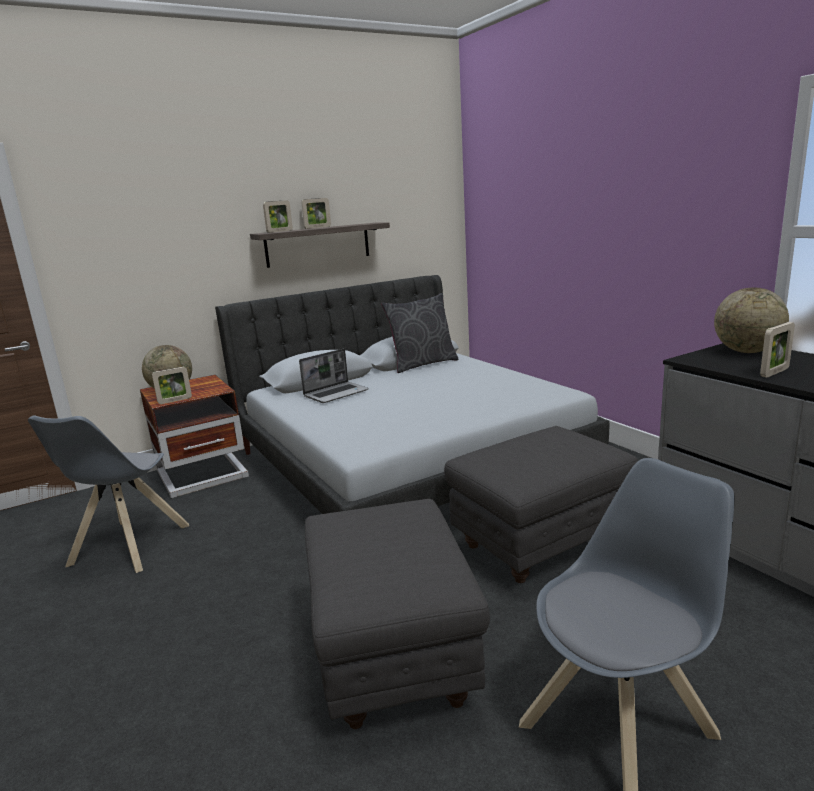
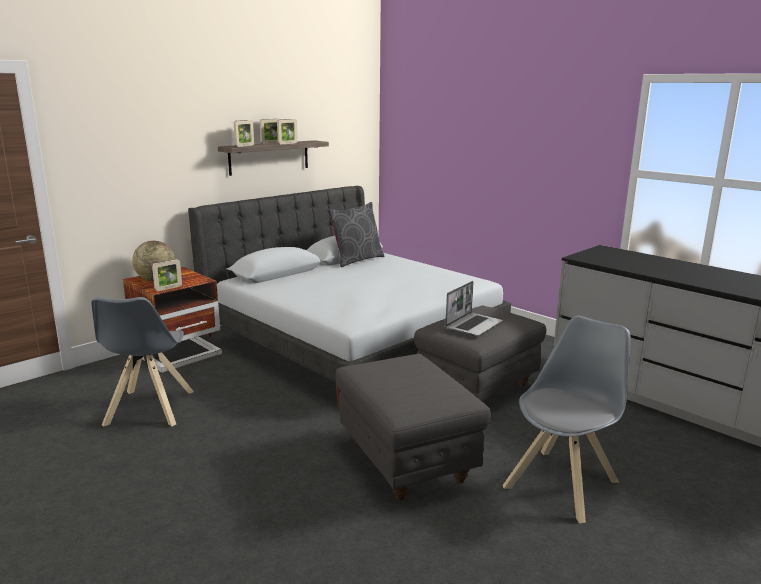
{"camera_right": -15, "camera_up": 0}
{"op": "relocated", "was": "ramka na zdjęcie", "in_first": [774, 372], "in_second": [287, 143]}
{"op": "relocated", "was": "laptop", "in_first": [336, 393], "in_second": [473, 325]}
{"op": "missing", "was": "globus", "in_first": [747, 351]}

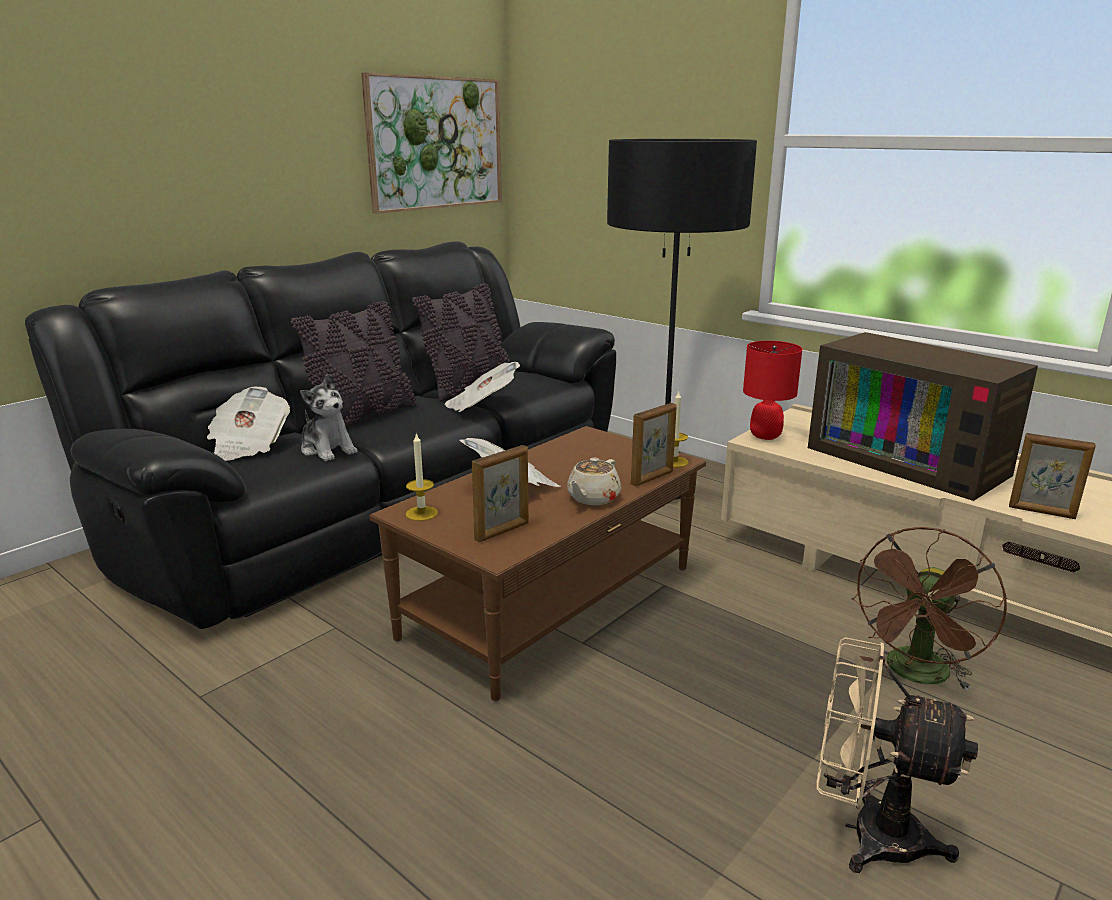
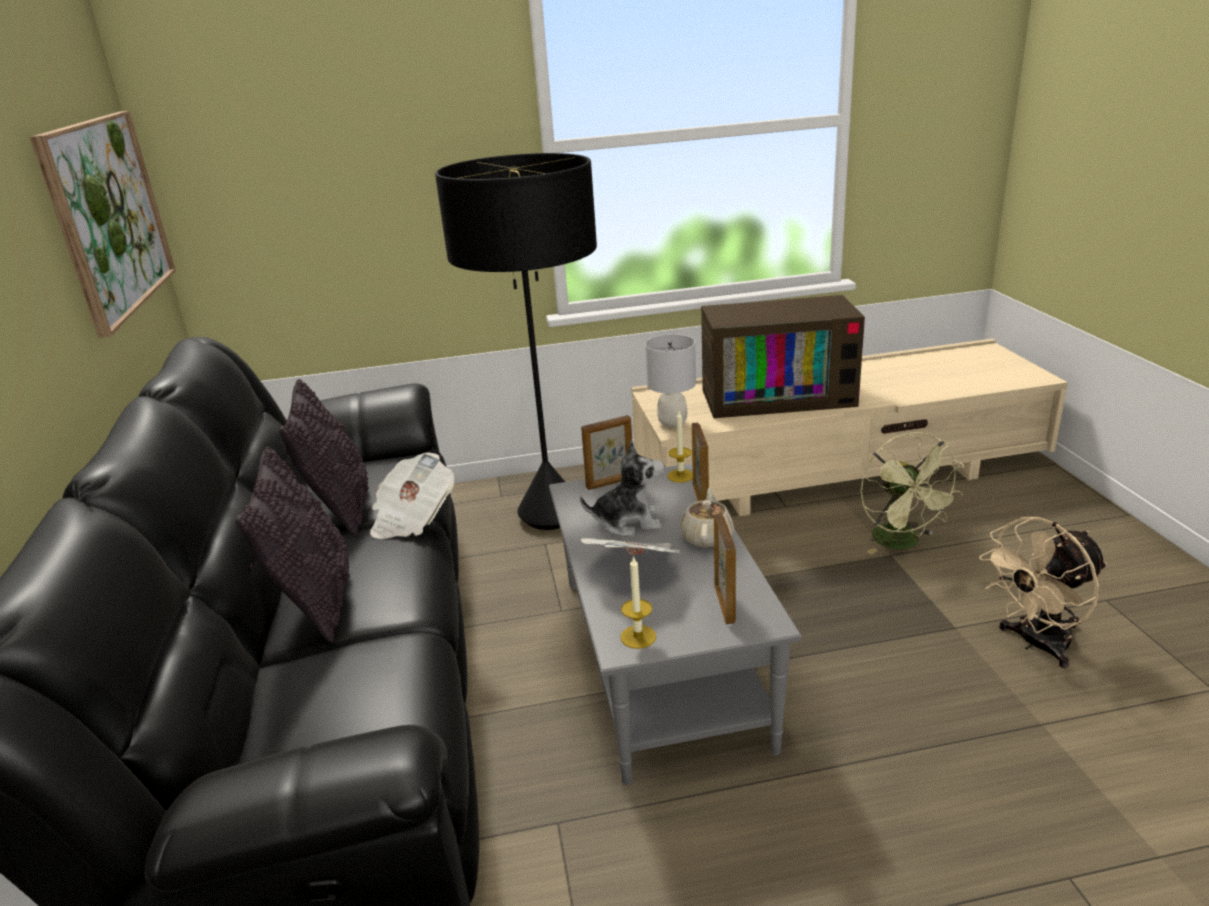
{"camera_right": -50, "camera_up": 5}
{"op": "colour", "was": "ława/brązowy", "now": "ława/szary", "in_first": [551, 601], "in_second": [660, 657]}
{"op": "relocated", "was": "pluszak", "in_first": [328, 449], "in_second": [628, 522]}
{"op": "relocated", "was": "ramka na zdjęcie", "in_first": [1042, 512], "in_second": [610, 483]}
{"op": "colour", "was": "lampa stołowa/czerwony", "now": "lampa stołowa/szary", "in_first": [764, 437], "in_second": [673, 424]}
{"op": "spun", "was": "imbryk/beżowy", "in_first": [592, 498], "in_second": [707, 537], "clockwise": -150}
{"op": "colour", "was": "wentylator/brązowy", "now": "wentylator/zielony", "in_first": [916, 675], "in_second": [903, 543]}
{"op": "missing", "was": "gazeta", "in_first": [248, 445]}

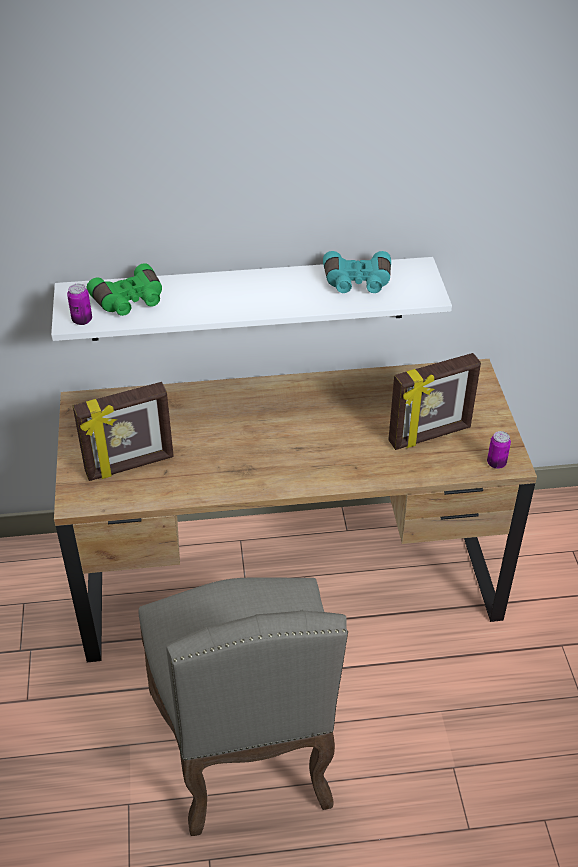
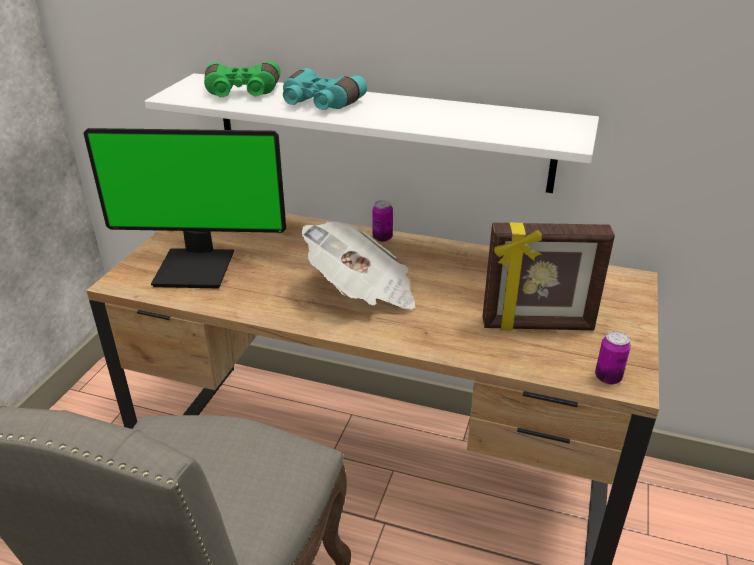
{"camera_right": 25, "camera_up": -10}
{"op": "exchanged", "was": "ramka na zdjęcie", "now": "monitor", "in_first": [130, 466], "in_second": [197, 267]}
{"op": "relocated", "was": "lornetka/turkusowy", "in_first": [357, 283], "in_second": [319, 104]}
{"op": "appeared", "now": "gazeta", "in_second": [362, 291]}
{"op": "relocated", "was": "puszka", "in_first": [82, 320], "in_second": [382, 238]}

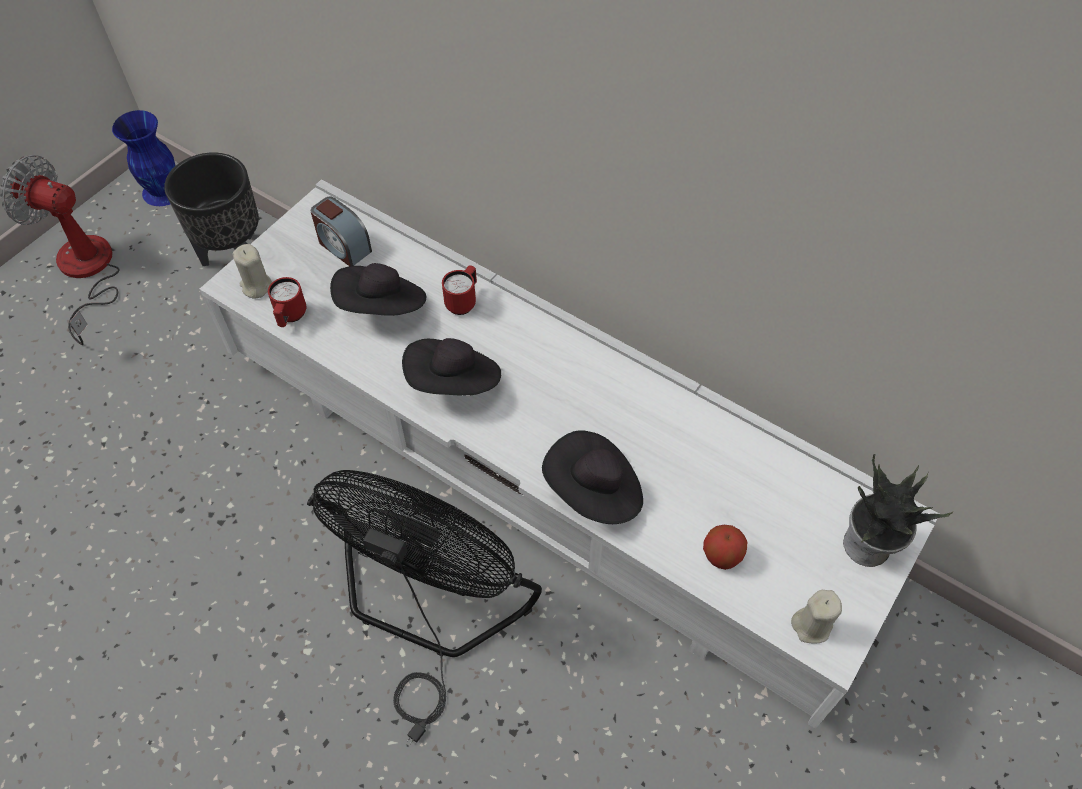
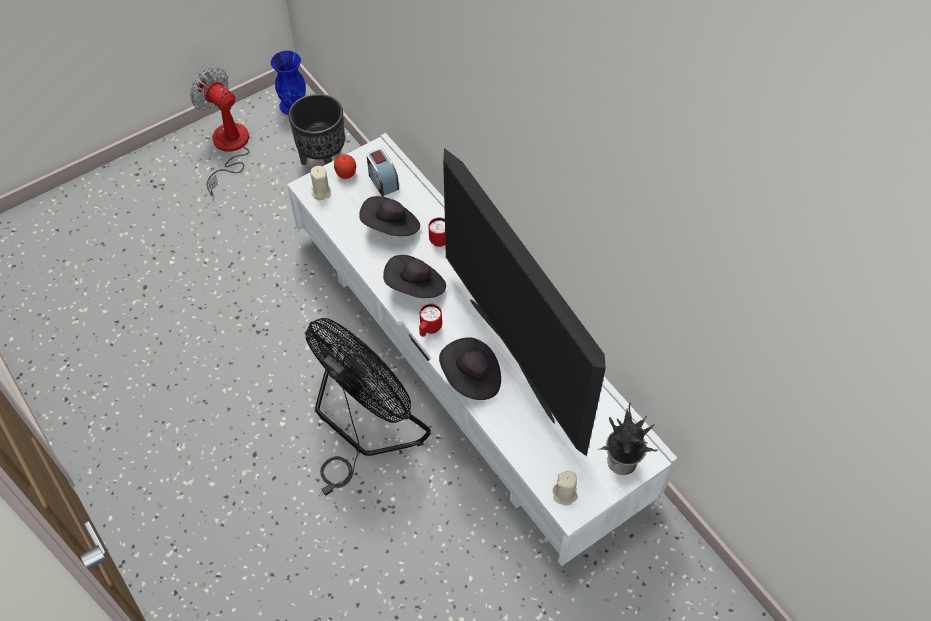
{"camera_right": 20, "camera_up": 0}
{"op": "relocated", "was": "jabłko", "in_first": [721, 555], "in_second": [346, 174]}
{"op": "relocated", "was": "kubek/czerwony", "in_first": [290, 317], "in_second": [429, 329]}
{"op": "appeared", "now": "telewizor", "in_second": [513, 358]}

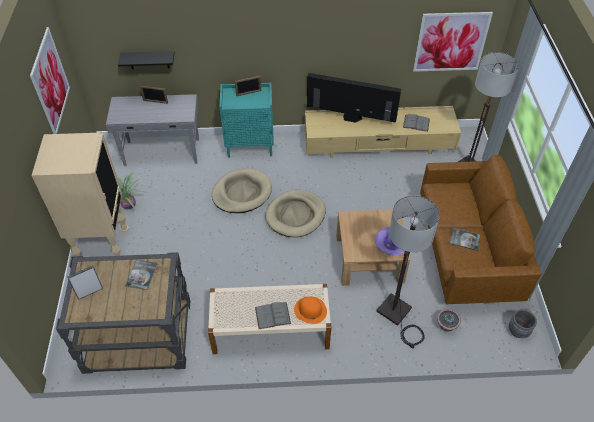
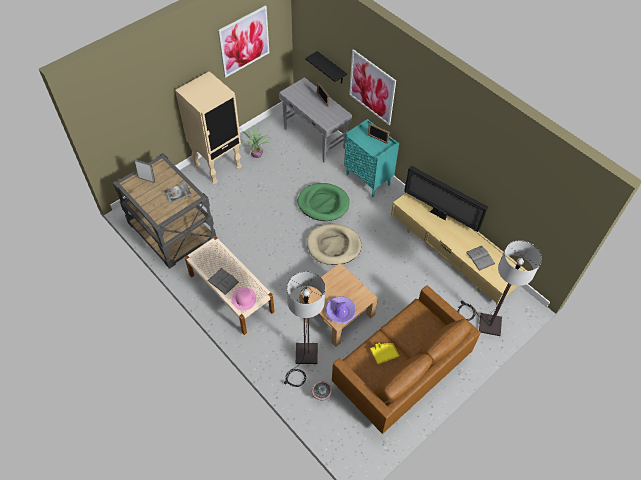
{"camera_right": 50, "camera_up": 5}
{"op": "colour", "was": "kapelusz/pomarańczowy", "now": "kapelusz/różowy", "in_first": [310, 310], "in_second": [244, 298]}
{"op": "colour", "was": "legowisko/beżowy", "now": "legowisko/zielony", "in_first": [242, 193], "in_second": [323, 203]}
{"op": "relocated", "was": "obraz", "in_first": [451, 42], "in_second": [372, 87]}
{"op": "exchanged", "was": "książka", "now": "taca/żółty", "in_first": [464, 239], "in_second": [384, 354]}
{"op": "spun", "was": "telewizor", "in_first": [350, 119], "in_second": [439, 215], "clockwise": 150}
{"op": "missing", "was": "donica/szary", "in_first": [518, 331]}

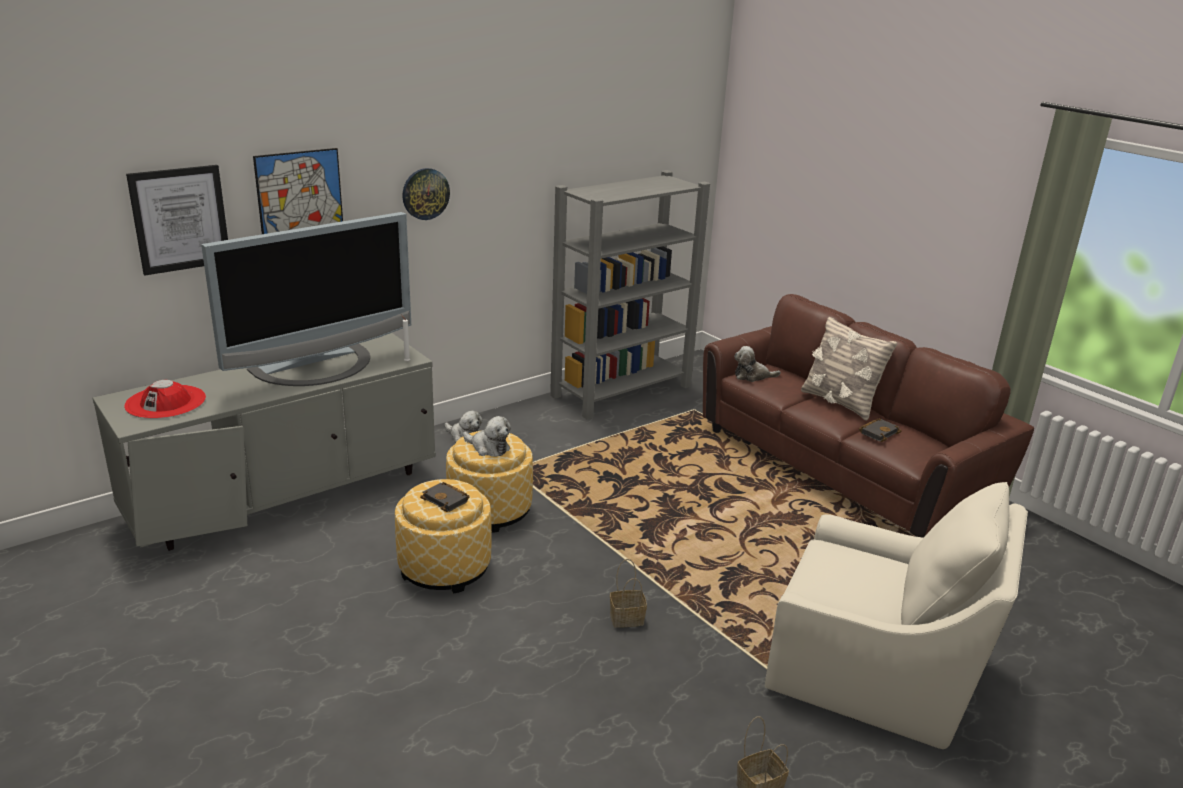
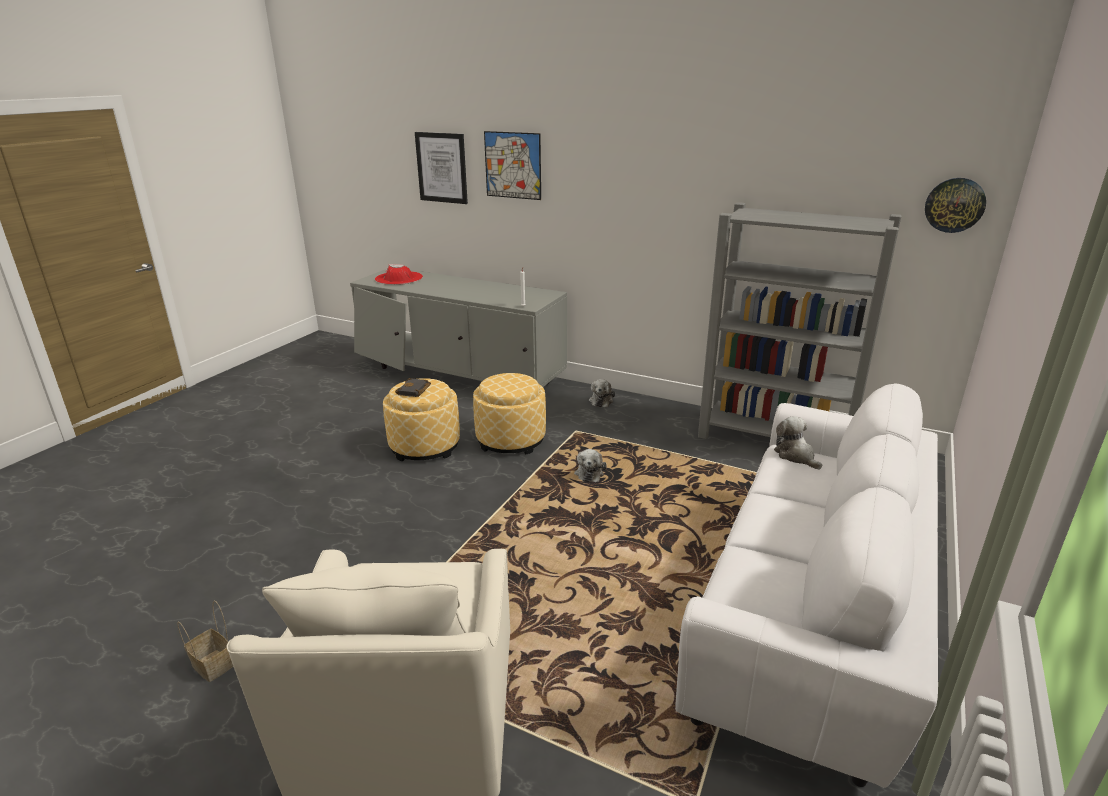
{"camera_right": 65, "camera_up": 0}
{"op": "relocated", "was": "pluszak", "in_first": [488, 448], "in_second": [589, 473]}
{"op": "colour", "was": "kanapa/brązowy", "now": "kanapa/biały", "in_first": [842, 469], "in_second": [812, 614]}
{"op": "relocated", "was": "zegar ścienny", "in_first": [425, 193], "in_second": [954, 205]}
{"op": "missing", "was": "telewizor", "in_first": [318, 367]}
{"op": "missing", "was": "koszyk", "in_first": [625, 619]}
{"op": "missing", "was": "poduszka/beżowy", "in_first": [839, 403]}
{"op": "missing", "was": "książka/czarny", "in_first": [878, 432]}

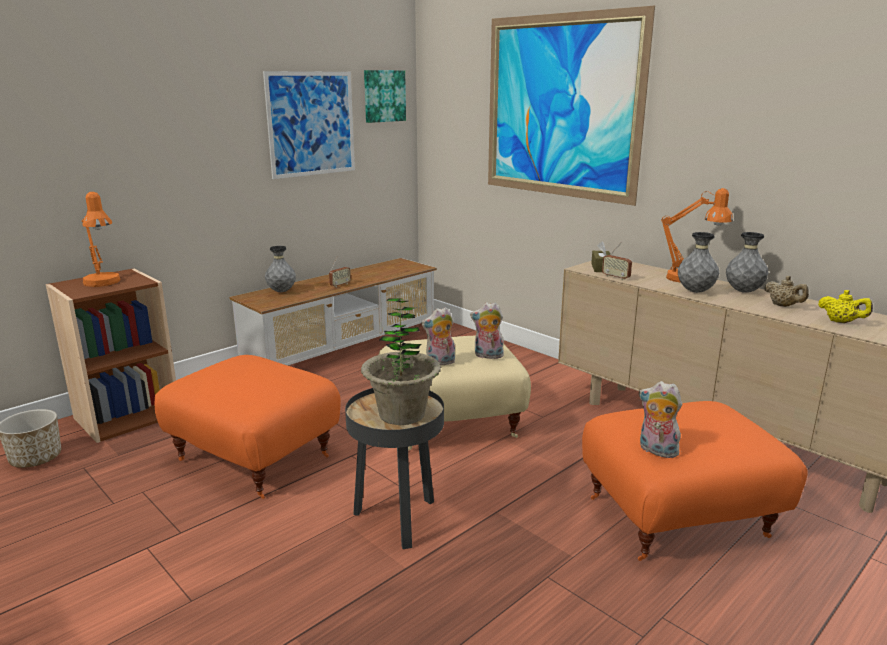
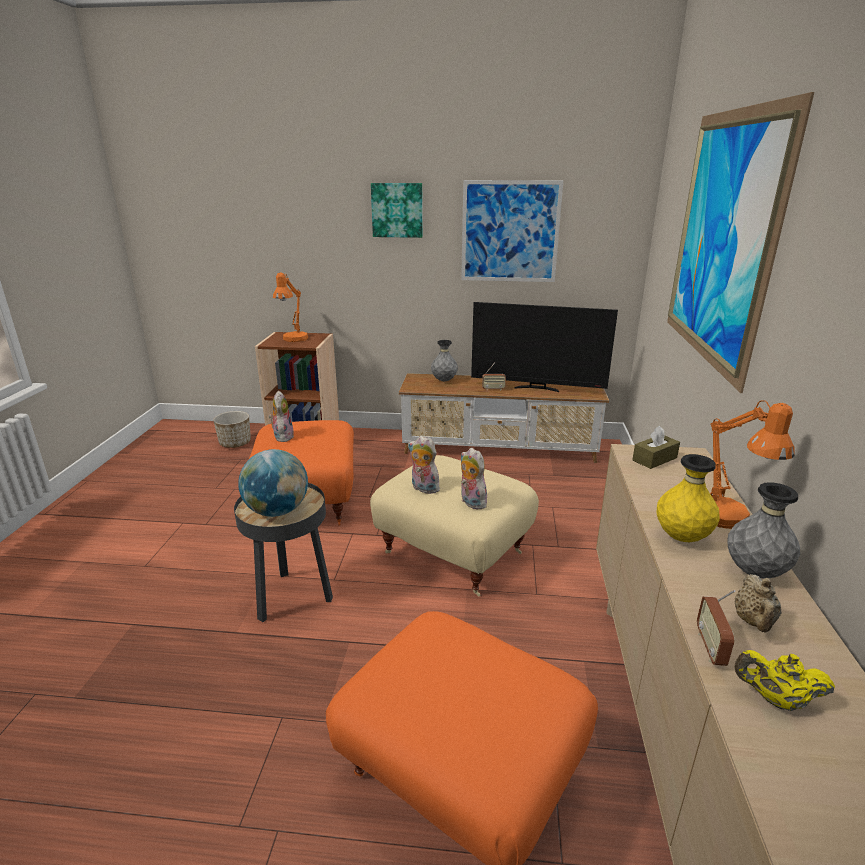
{"camera_right": 50, "camera_up": 5}
{"op": "exchanged", "was": "roślina doniczkowa", "now": "globus", "in_first": [402, 414], "in_second": [277, 511]}
{"op": "relocated", "was": "pluszak", "in_first": [656, 451], "in_second": [282, 436]}
{"op": "relocated", "was": "obraz", "in_first": [384, 96], "in_second": [397, 210]}
{"op": "appeared", "now": "telewizor", "in_second": [537, 388]}
{"op": "colour", "was": "wazon/szary", "now": "wazon/żółty", "in_first": [695, 292], "in_second": [682, 538]}
{"op": "relocated", "was": "radio", "in_first": [616, 277], "in_second": [710, 647]}
{"op": "spun", "was": "imbryk/żółty", "in_first": [841, 322], "in_second": [775, 699], "clockwise": 105}

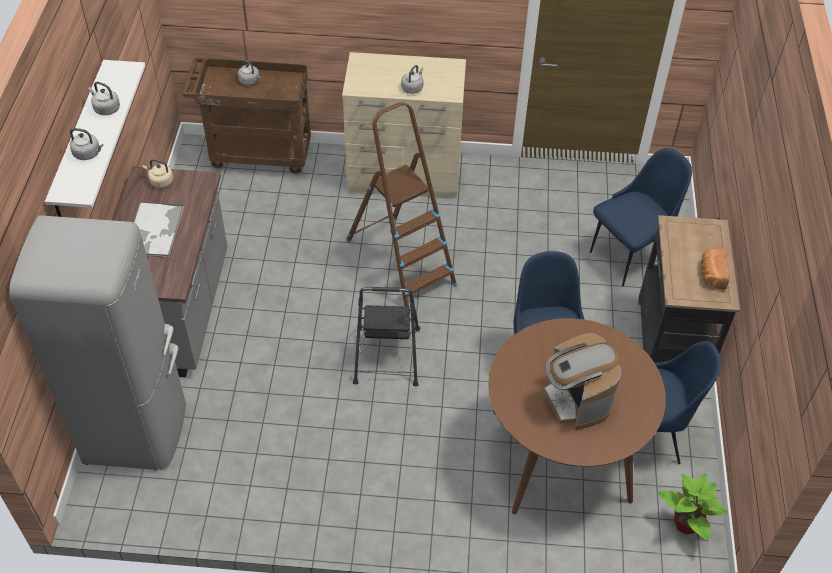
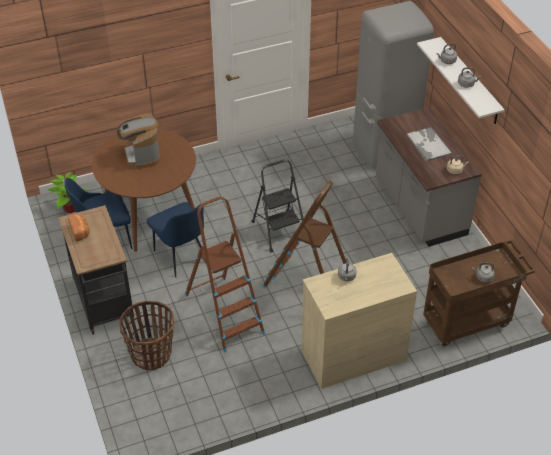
{"camera_right": 155, "camera_up": -5}
{"op": "spun", "was": "ekspres do kawy", "in_first": [576, 400], "in_second": [142, 155], "clockwise": -150}
{"op": "exchanged", "was": "krzesło/niebieski", "now": "koszyk", "in_first": [629, 256], "in_second": [151, 354]}
{"op": "appeared", "now": "drabinka/brązowy", "in_second": [224, 313]}

